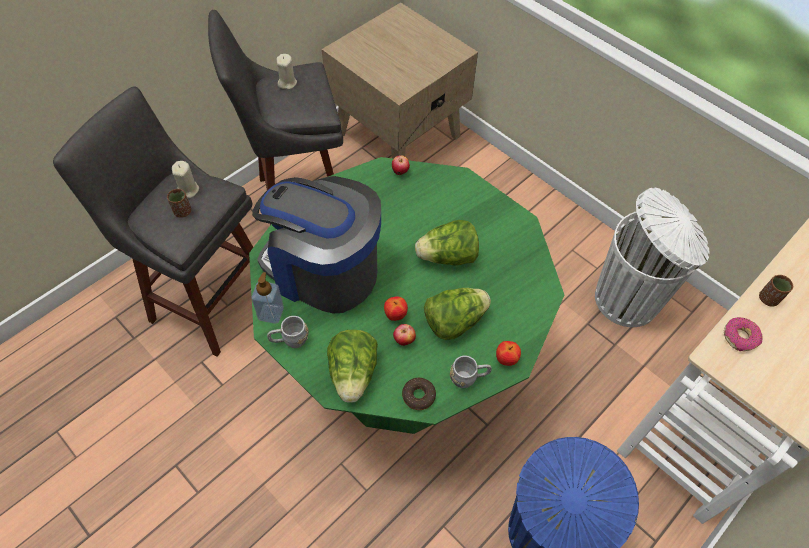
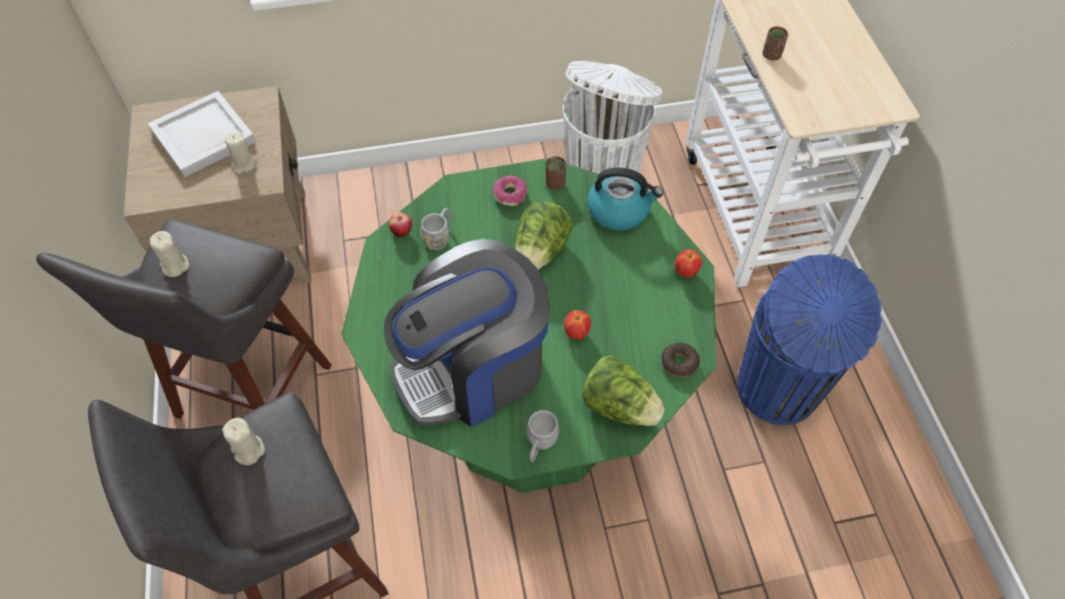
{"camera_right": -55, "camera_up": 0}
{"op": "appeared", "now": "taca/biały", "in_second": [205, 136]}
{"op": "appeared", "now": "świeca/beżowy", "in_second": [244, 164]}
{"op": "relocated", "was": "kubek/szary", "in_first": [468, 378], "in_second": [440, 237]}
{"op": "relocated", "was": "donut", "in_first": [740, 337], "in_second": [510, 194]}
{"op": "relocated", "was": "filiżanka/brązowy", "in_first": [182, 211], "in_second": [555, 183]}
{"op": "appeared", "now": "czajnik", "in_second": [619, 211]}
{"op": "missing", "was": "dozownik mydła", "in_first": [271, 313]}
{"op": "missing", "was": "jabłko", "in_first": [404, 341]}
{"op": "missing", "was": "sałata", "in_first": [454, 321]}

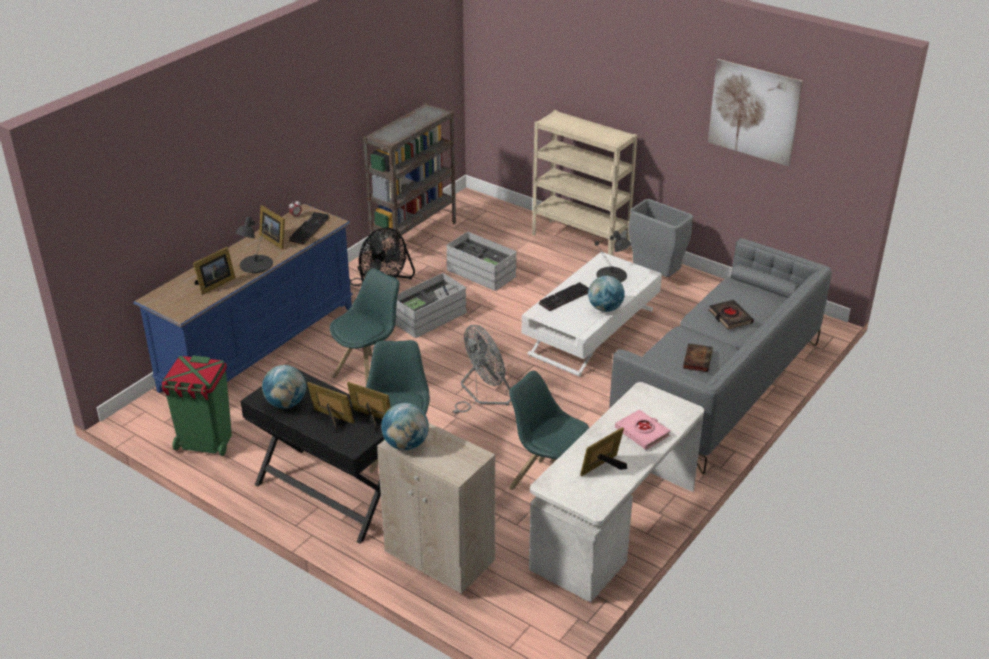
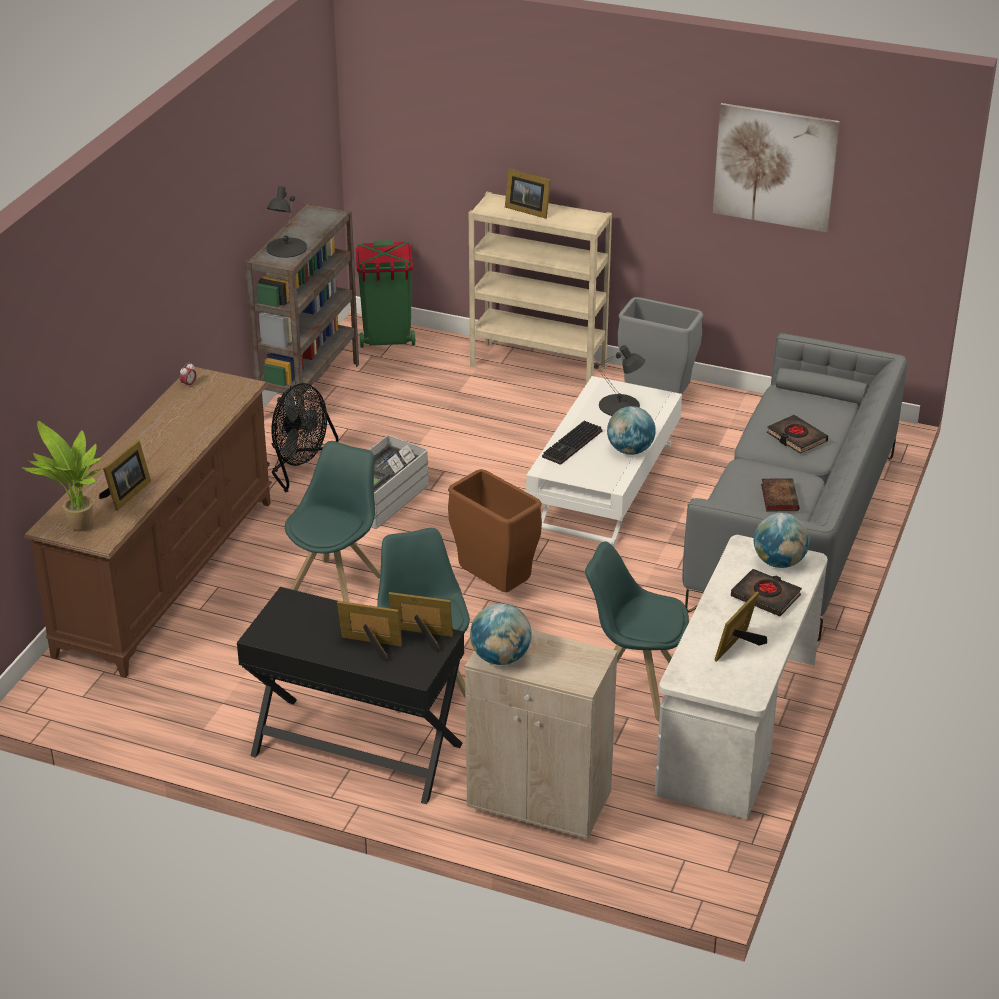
{"camera_right": -15, "camera_up": 0}
{"op": "appeared", "now": "roślina doniczkowa", "in_second": [77, 528]}
{"op": "colour", "was": "szafka/niebieski", "now": "szafka/brązowy", "in_first": [260, 349], "in_second": [168, 577]}
{"op": "relocated", "was": "lampa stołowa/czarny", "in_first": [255, 264], "in_second": [286, 248]}
{"op": "relocated", "was": "kosz na śmieci/zielony", "in_first": [206, 443], "in_second": [387, 338]}
{"op": "exchanged", "was": "wentylator/szary", "now": "kosz na śmieci/brązowy", "in_first": [479, 392], "in_second": [494, 587]}
{"op": "relocated", "was": "ramka na zdjęcie", "in_first": [274, 239], "in_second": [527, 210]}
{"op": "colour", "was": "książka/różowy", "now": "książka/czarny", "in_first": [642, 432], "in_second": [766, 596]}
{"op": "relocated", "was": "globus", "in_first": [286, 403], "in_second": [779, 562]}
{"op": "missing", "was": "klawiatura", "in_first": [309, 228]}
{"op": "missing", "was": "pojemnik do przechowywania/szary", "in_first": [480, 273]}

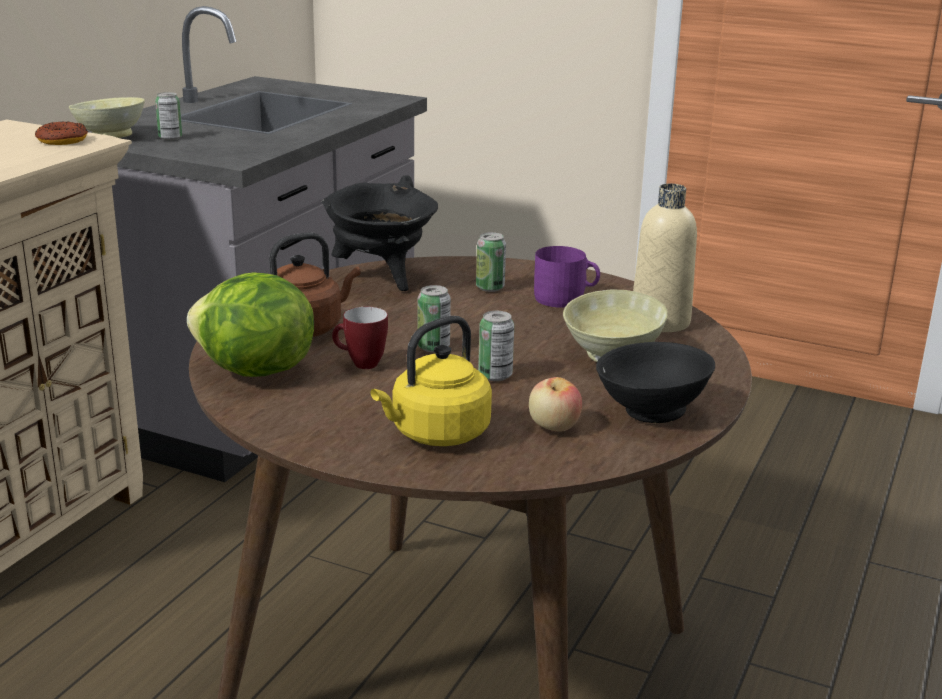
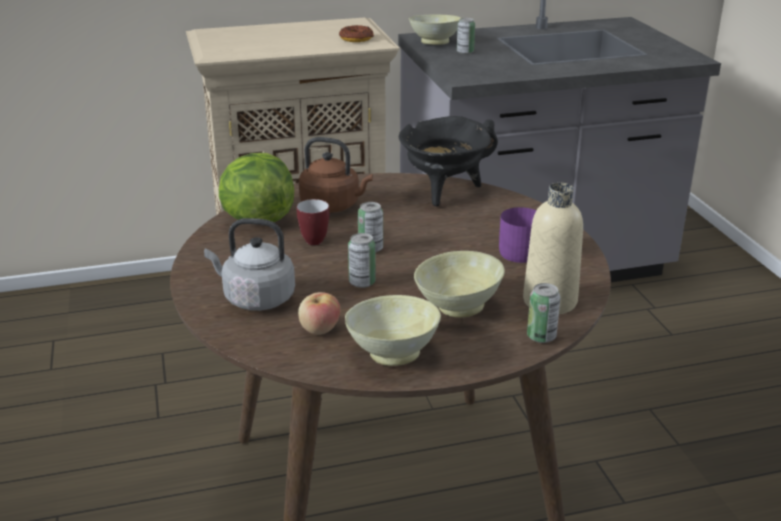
{"camera_right": 50, "camera_up": 5}
{"op": "colour", "was": "czajnik/żółty", "now": "czajnik/szary", "in_first": [436, 434], "in_second": [255, 298]}
{"op": "colour", "was": "miska/czarny", "now": "miska/beżowy", "in_first": [650, 411], "in_second": [393, 352]}
{"op": "relocated", "was": "puszka", "in_first": [490, 287], "in_second": [541, 336]}

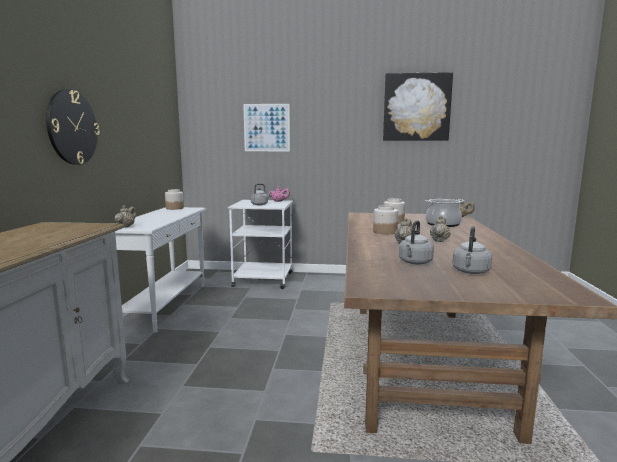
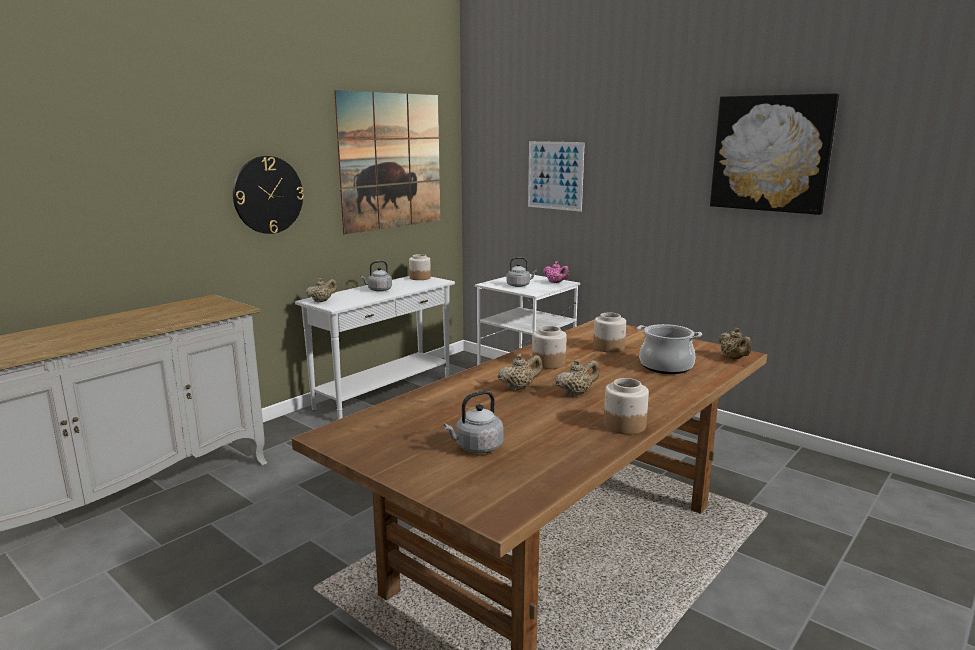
{"camera_right": 35, "camera_up": 5}
{"op": "appeared", "now": "obraz", "in_second": [391, 161]}
{"op": "relocated", "was": "czajnik/szary", "in_first": [414, 262], "in_second": [378, 290]}
{"op": "appeared", "now": "słoik", "in_second": [624, 425]}

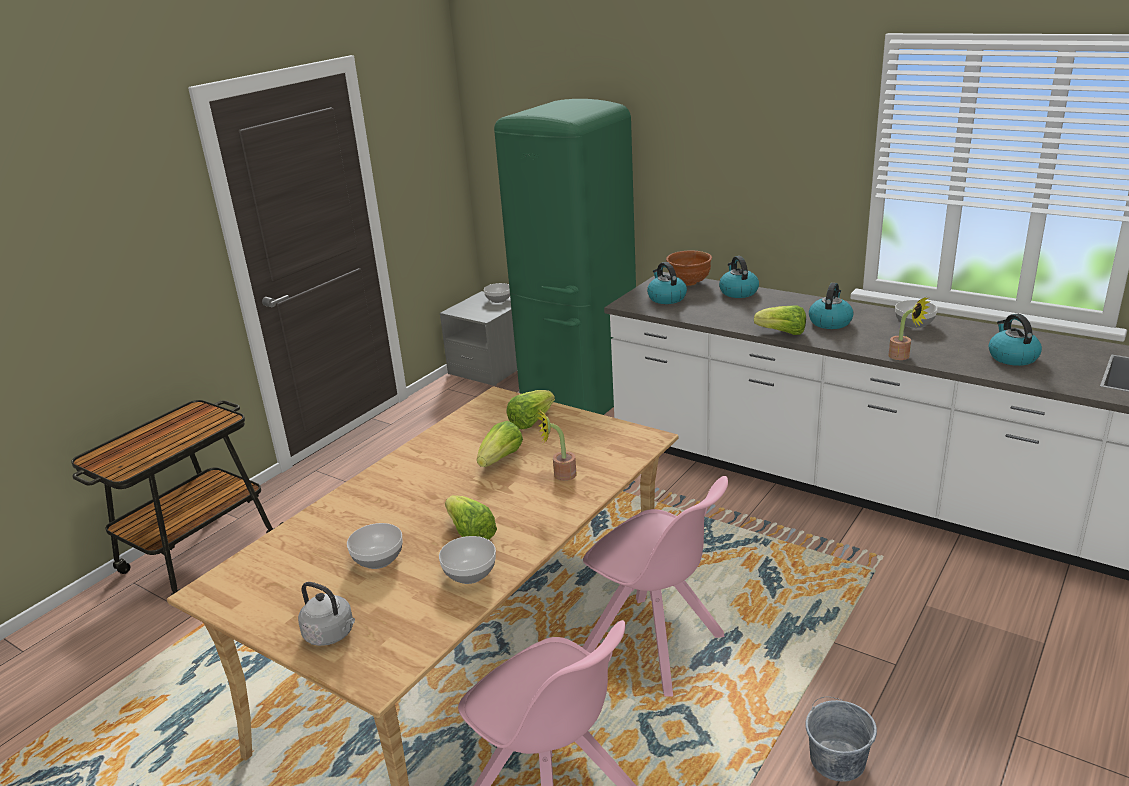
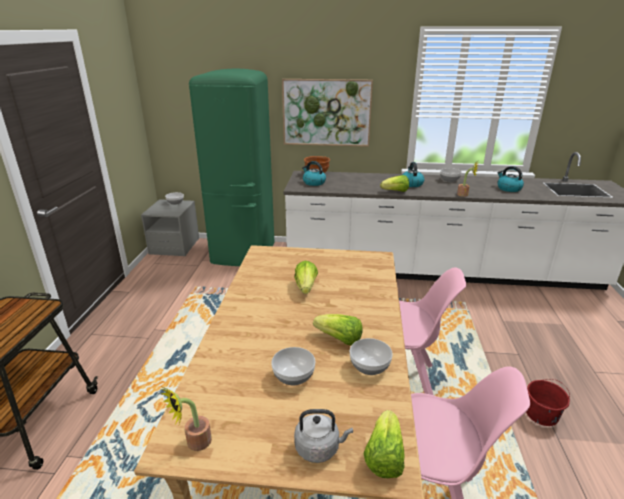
{"camera_right": -30, "camera_up": 0}
{"op": "relocated", "was": "roślina doniczkowa", "in_first": [560, 475], "in_second": [194, 443]}
{"op": "appeared", "now": "obraz", "in_second": [326, 112]}
{"op": "relocated", "was": "sałata", "in_first": [531, 421], "in_second": [384, 456]}
{"op": "colour", "was": "wiadro/szary", "now": "wiadro/czerwony", "in_first": [838, 761], "in_second": [541, 414]}
{"op": "missing", "was": "czajnik", "in_first": [738, 292]}

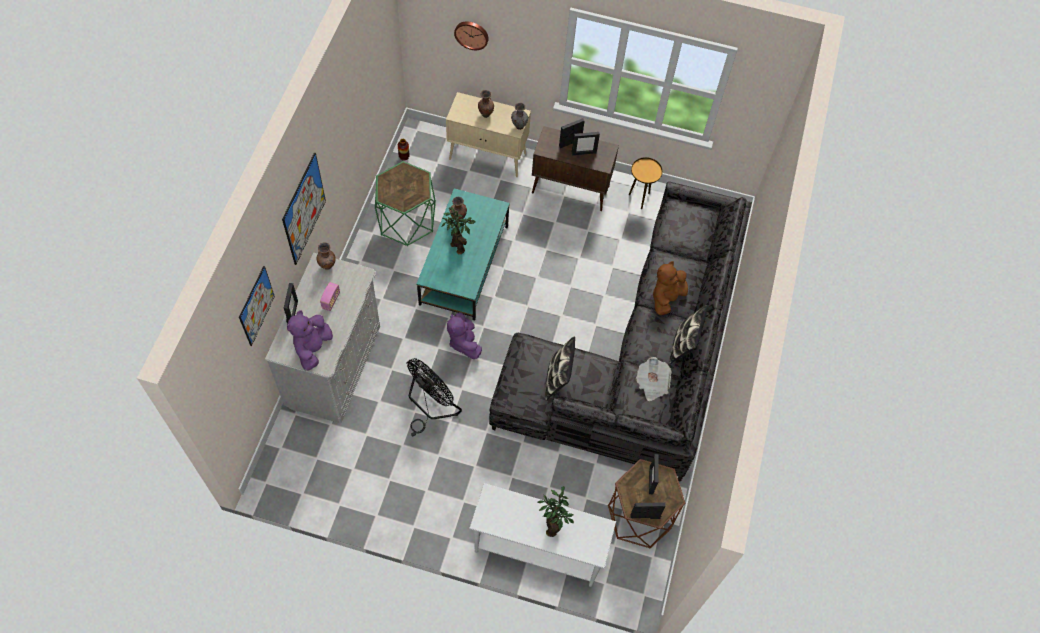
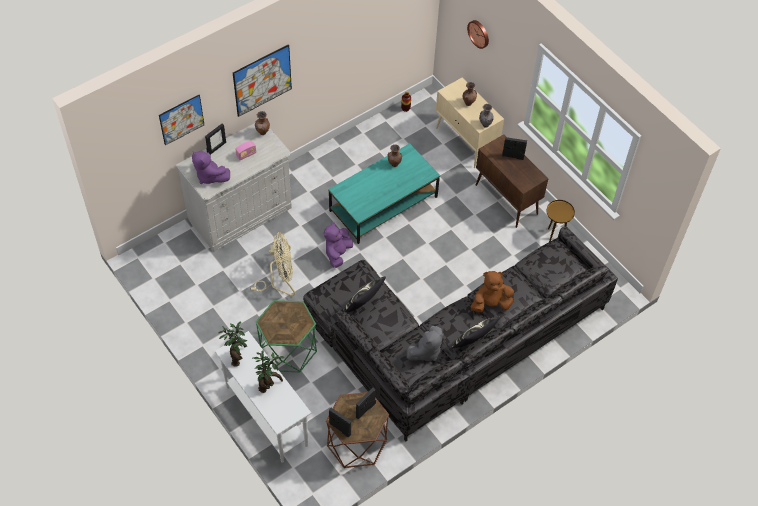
{"camera_right": 40, "camera_up": -5}
{"op": "spun", "was": "pluszak/fioletowy", "in_first": [312, 348], "in_second": [209, 176], "clockwise": -105}
{"op": "relocated", "was": "roślina doniczkowa", "in_first": [457, 245], "in_second": [237, 357]}
{"op": "colour", "was": "wentylator/czarny", "now": "wentylator/beżowy", "in_first": [428, 404], "in_second": [279, 277]}
{"op": "relocated", "was": "stolik/zielony", "in_first": [407, 220], "in_second": [288, 350]}
{"op": "exchanged", "was": "gazeta", "now": "pluszak/szary", "in_first": [652, 384], "in_second": [426, 351]}
{"op": "missing", "was": "ramka na zdjęcie", "in_first": [584, 152]}

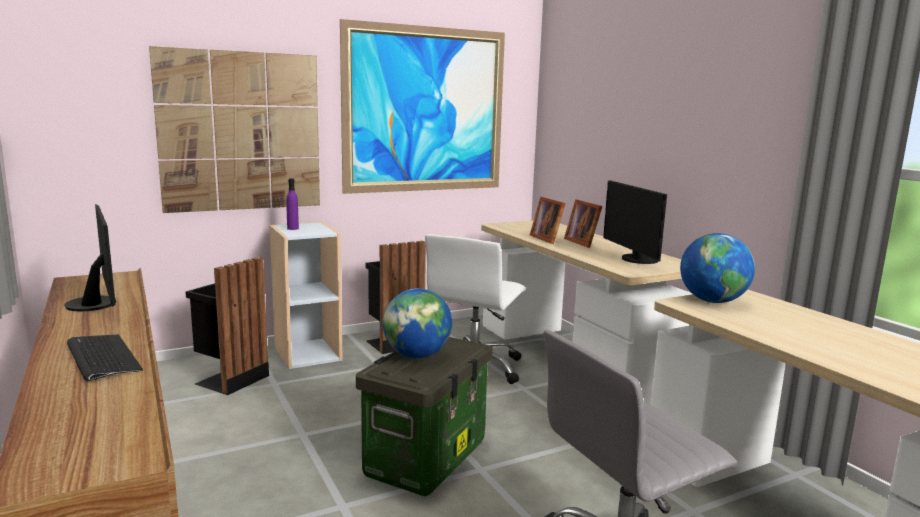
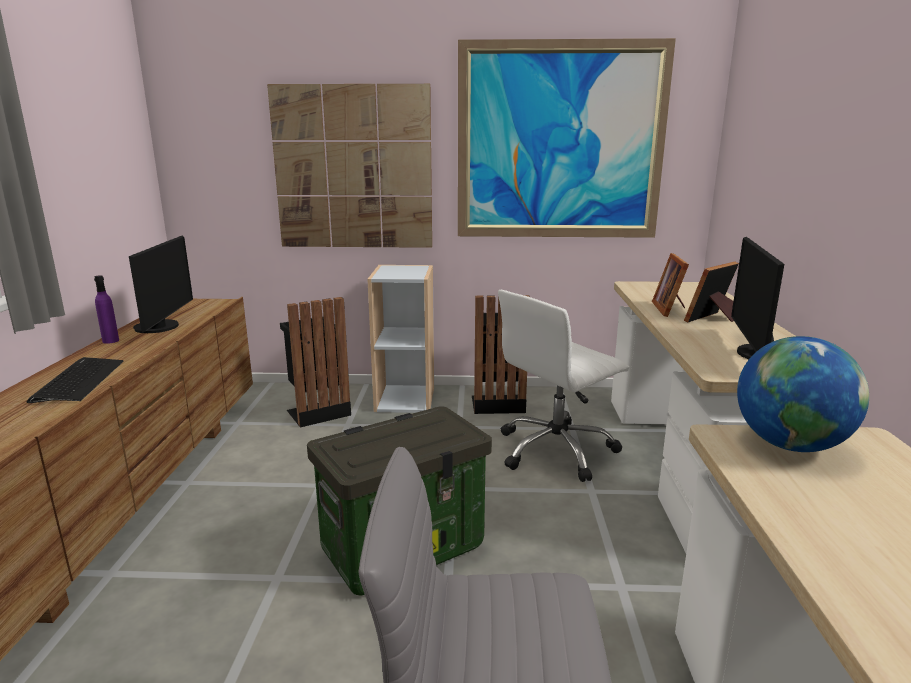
{"camera_right": 30, "camera_up": 5}
{"op": "relocated", "was": "butelka/fioletowy", "in_first": [293, 228], "in_second": [110, 341]}
{"op": "spun", "was": "ramka na zdjęcie", "in_first": [583, 242], "in_second": [713, 319], "clockwise": 45}
{"op": "missing", "was": "globus", "in_first": [417, 356]}

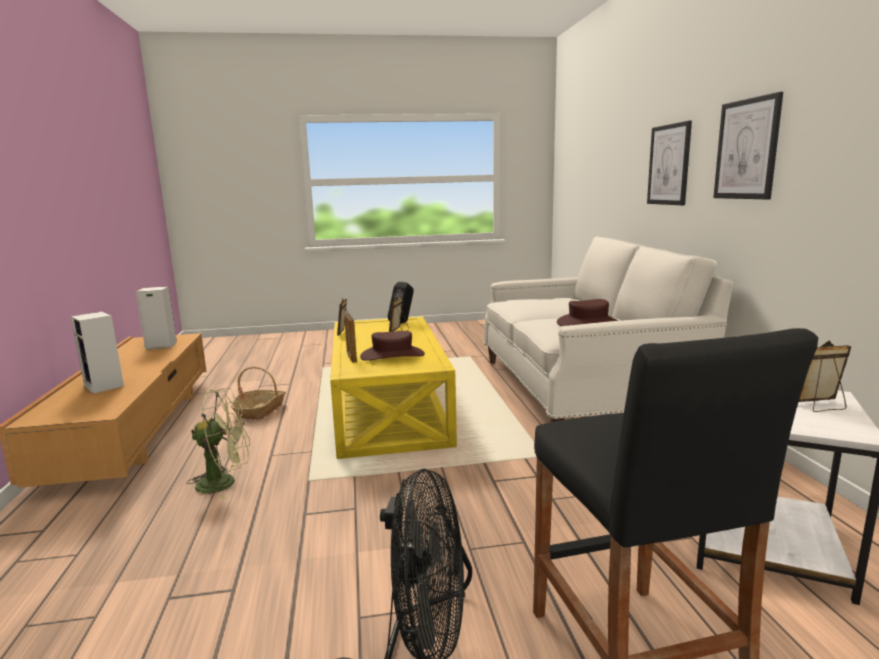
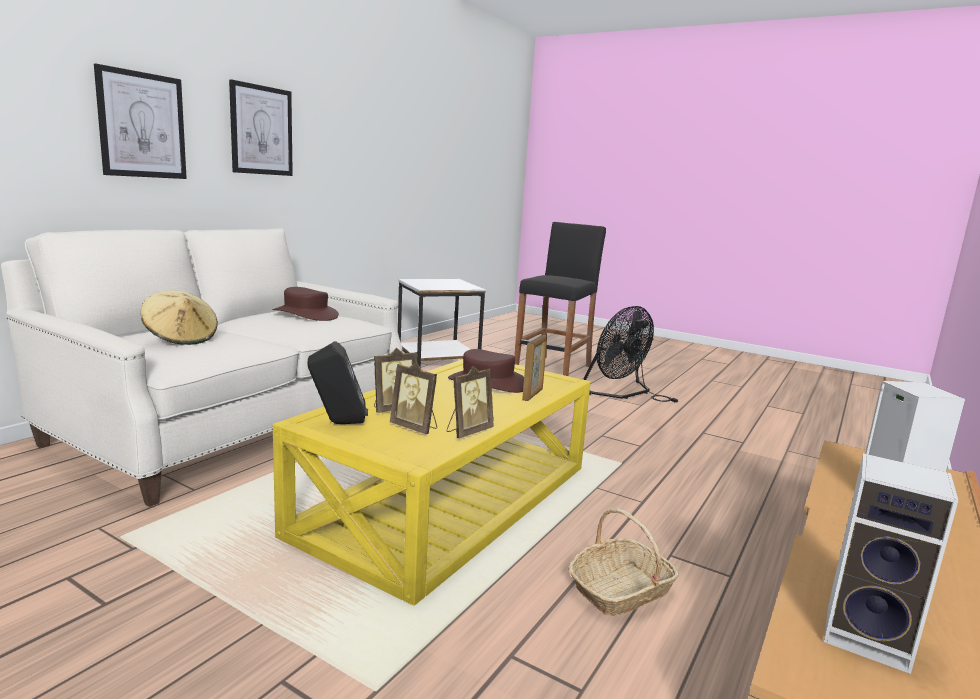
{"camera_right": -140, "camera_up": 0}
{"op": "appeared", "now": "kapelusz/beżowy", "in_second": [181, 338]}
{"op": "relocated", "was": "ramka na zdjęcie", "in_first": [820, 406], "in_second": [415, 428]}
{"op": "missing", "was": "wentylator/zielony", "in_first": [225, 482]}

